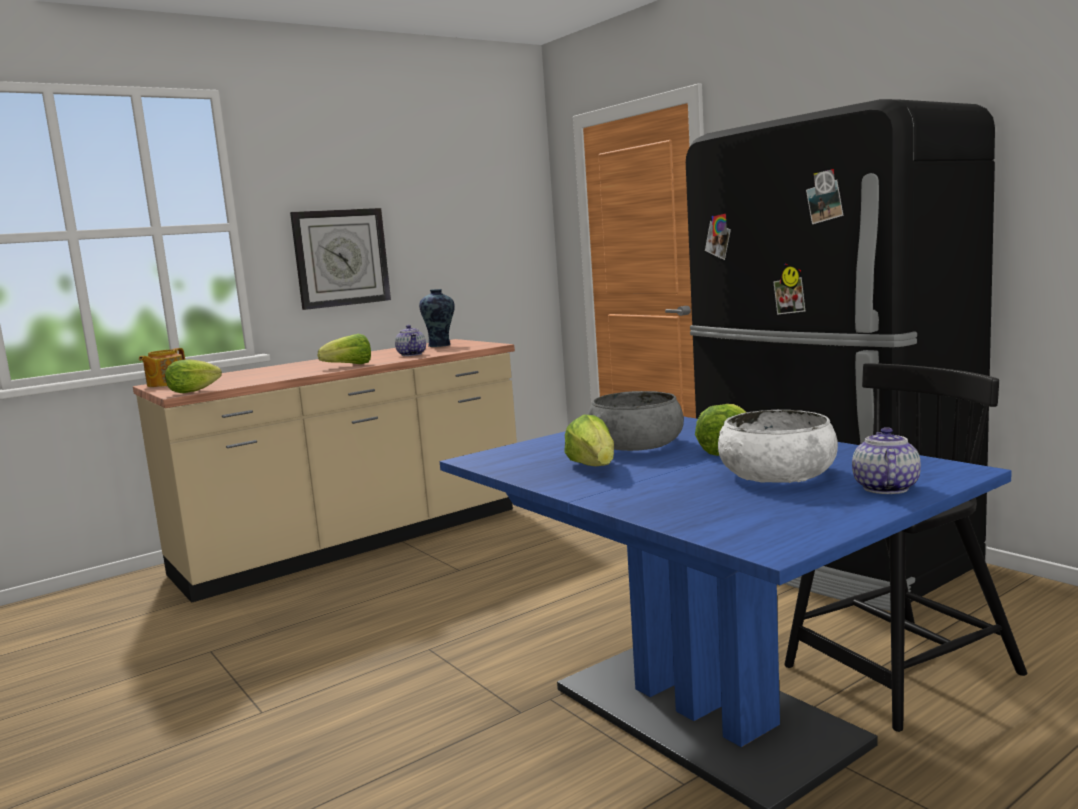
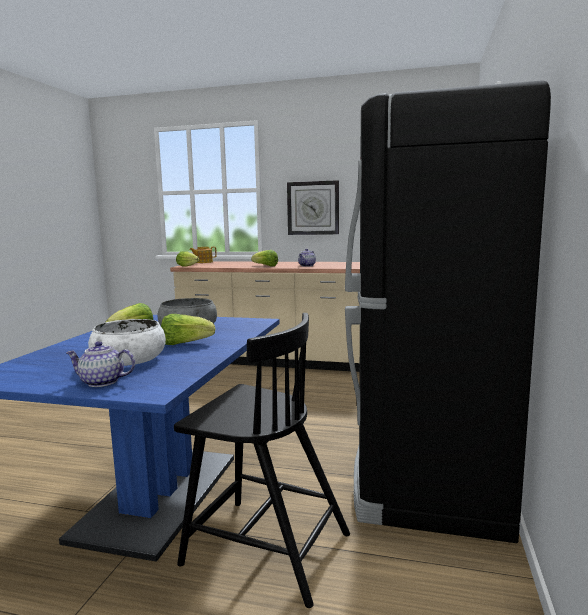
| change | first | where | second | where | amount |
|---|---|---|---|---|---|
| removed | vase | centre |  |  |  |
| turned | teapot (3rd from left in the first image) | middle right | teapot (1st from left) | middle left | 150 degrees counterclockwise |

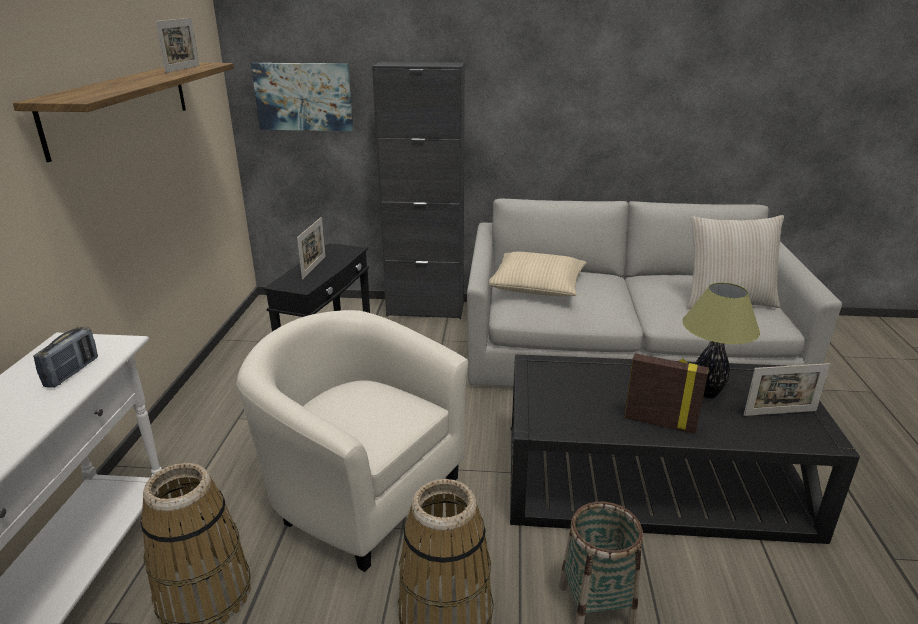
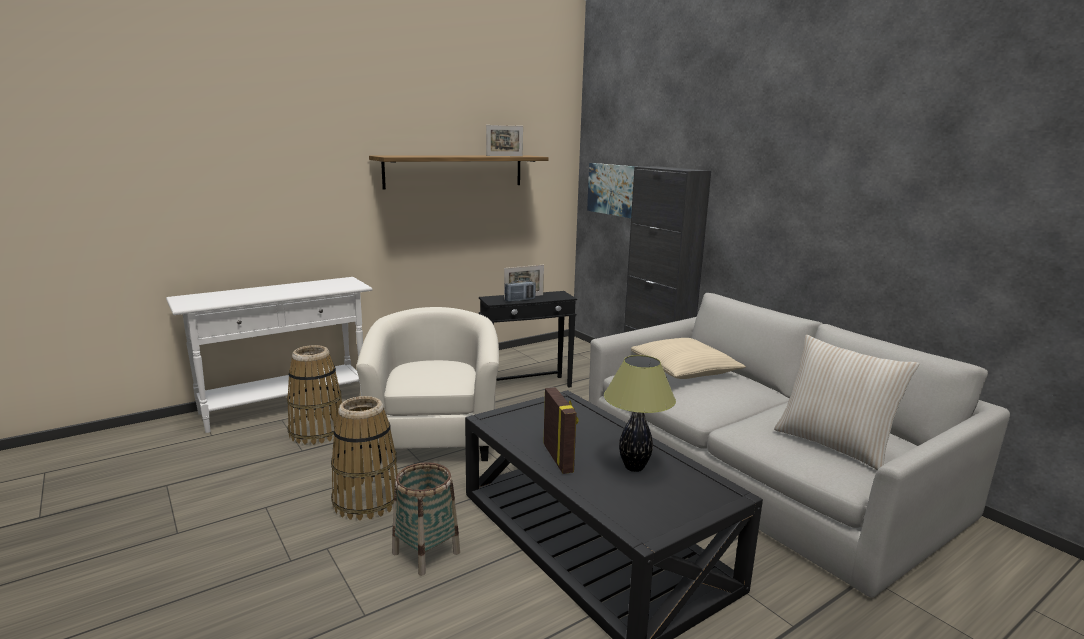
| change | first | where | second | where | amount |
|---|---|---|---|---|---|
| moved | radio set | middle left |  | centre |  |
| removed | picture frame (4th from left) | middle right |  |  |  |

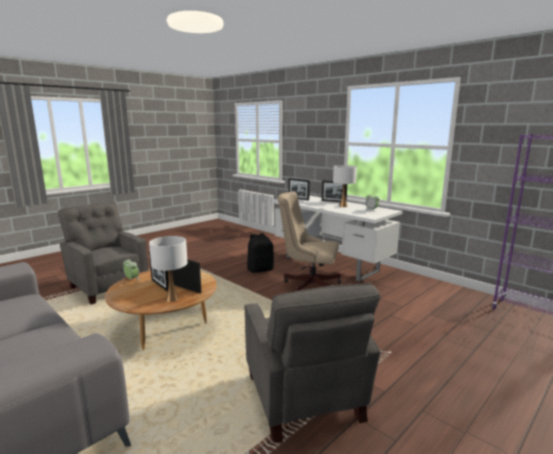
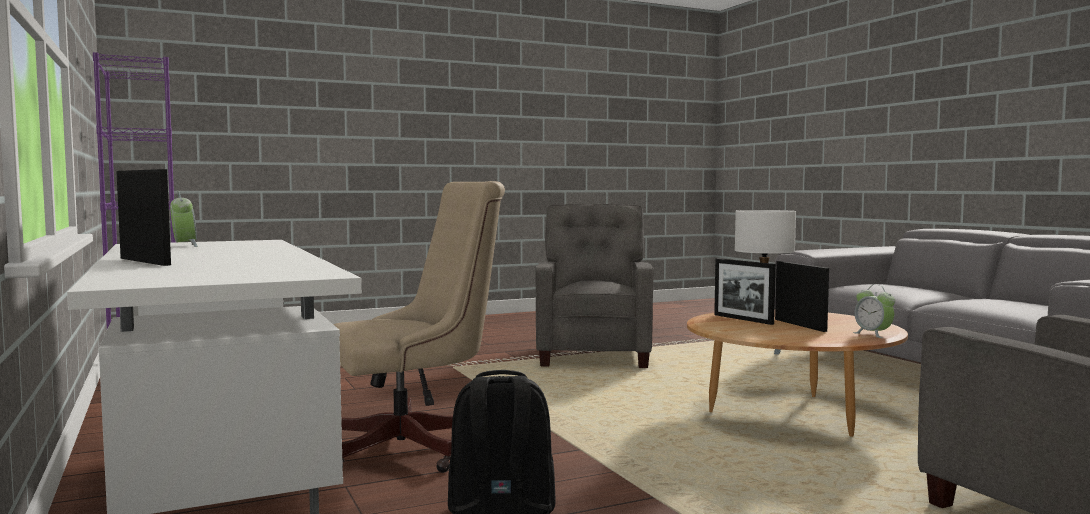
| change | first | where | second | where | amount |
|---|---|---|---|---|---|
| removed | white lamp for a table (2nd from left) | centre |  |  |  |
| removed | picture frame (3rd from left) | centre |  |  |  |
| turned | beige-coloured computer chair | centre |  | centre | 60 degrees counterclockwise |

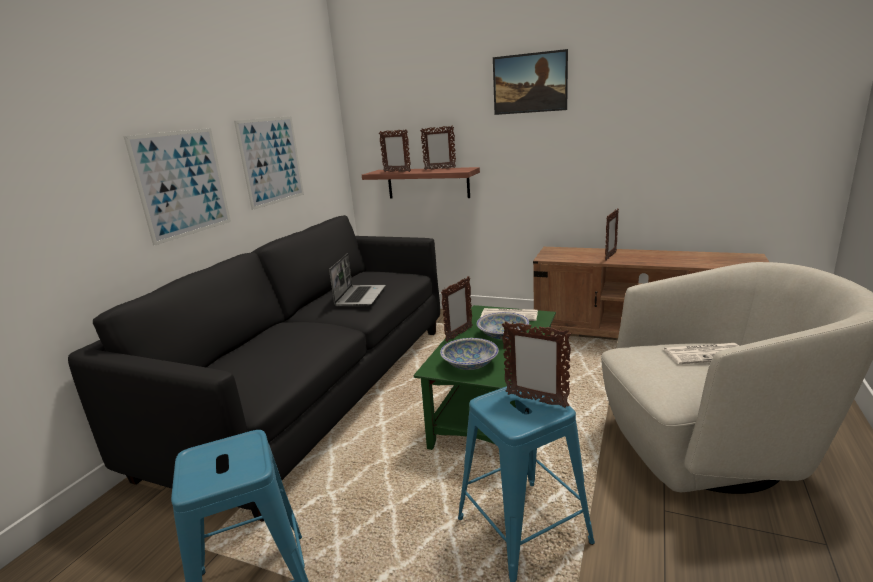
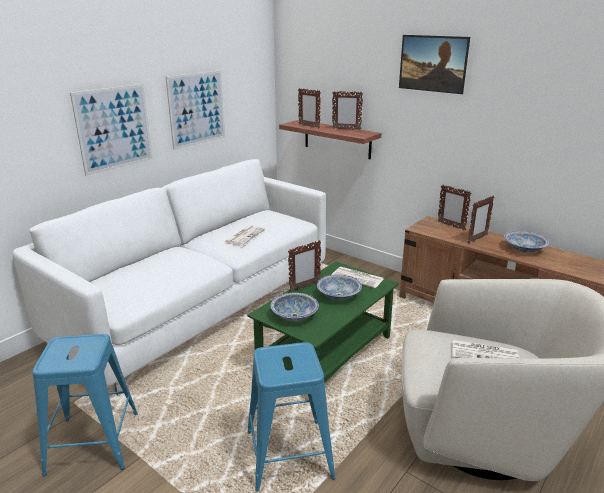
| change | first | where | second | where | amount |
|---|---|---|---|---|---|
| recoloured | black-coloured sofa | middle left | white sofa | middle left |  |
| replaced | portable computer | centre | newspaper (1st from left) | centre |  |
| moved | picture frame (4th from left) | centre |  | middle right |  |
| added |  |  | bowl (3rd from left) | middle right |  |

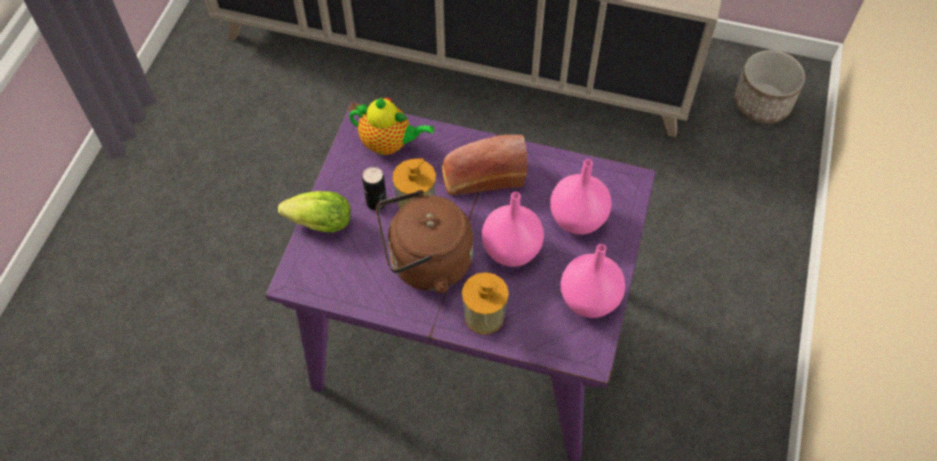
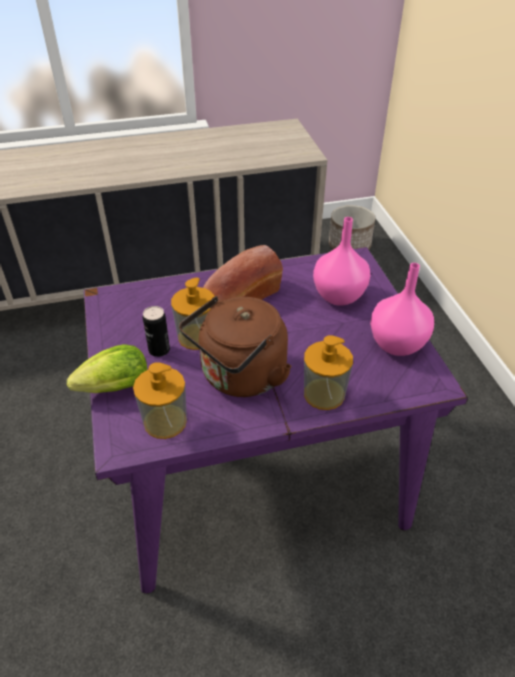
| change | first | where | second | where | amount |
|---|---|---|---|---|---|
| removed | teapot | top centre |  |  |  |
| removed | pink-coloured vase (1st from left) | centre |  |  |  |
| added |  |  | liquid soap bottle (1st from left) | middle left |  |

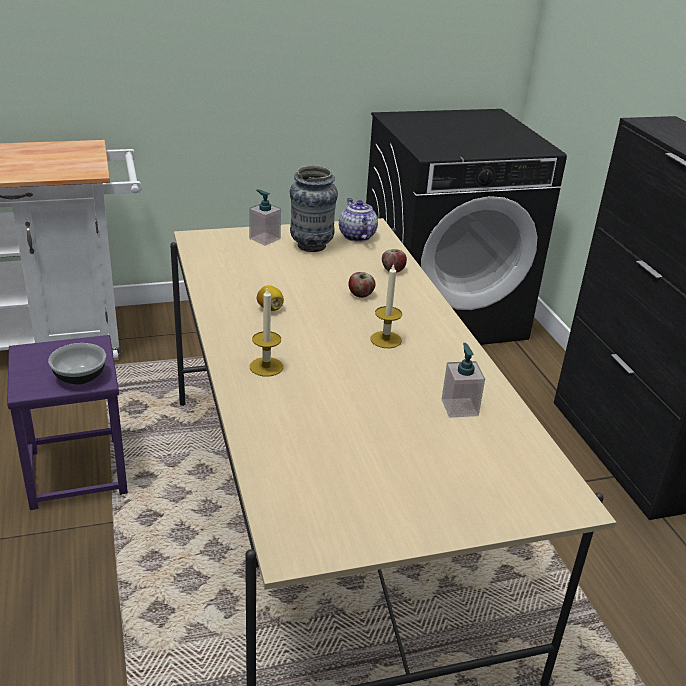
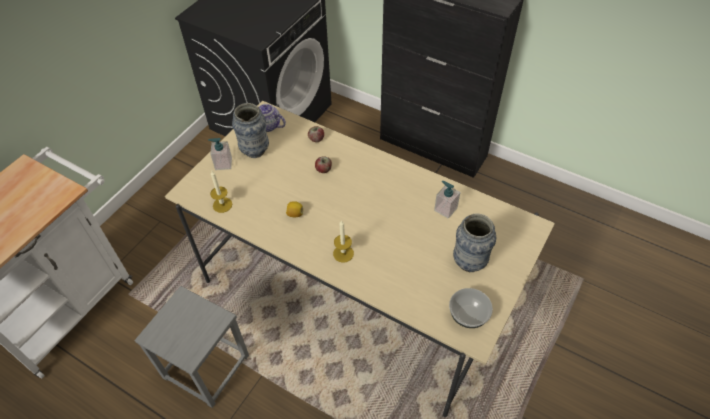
| change | first | where | second | where | amount |
|---|---|---|---|---|---|
| moved | candle (2nd from left in the first image) | centre | candle (1st from left) | middle left |  |
| recoloured | purple sitting stool | middle left | grey sitting stool | bottom left |  |
| moved | bowl | middle left |  | bottom centre |  |
| added |  |  | vase (2nd from left) | middle right |  |

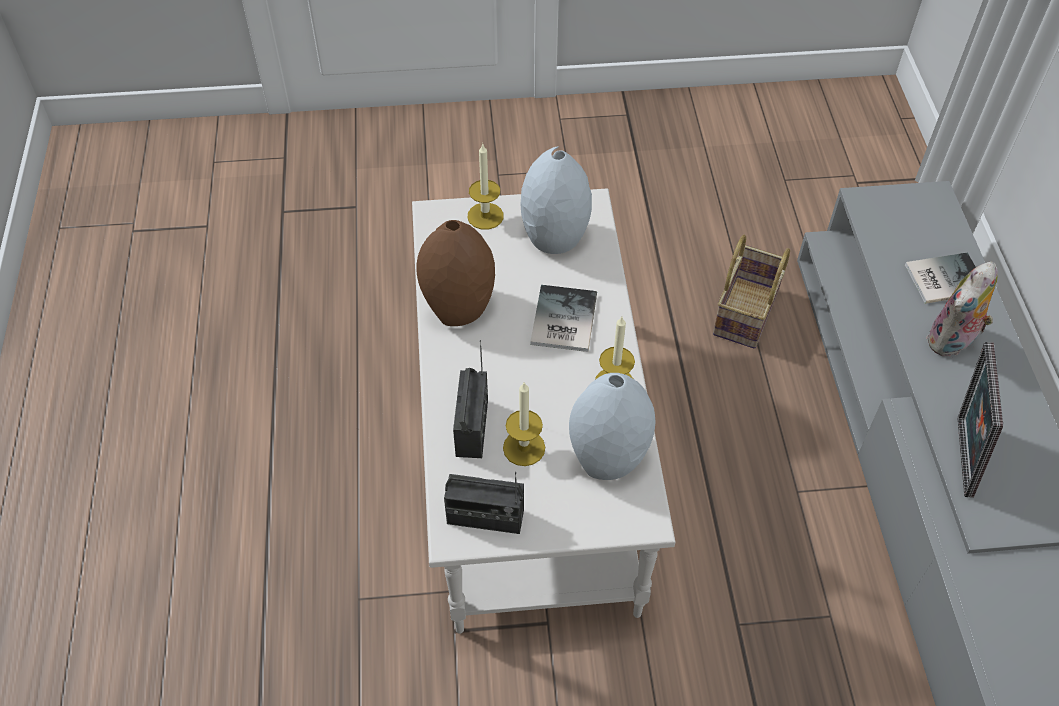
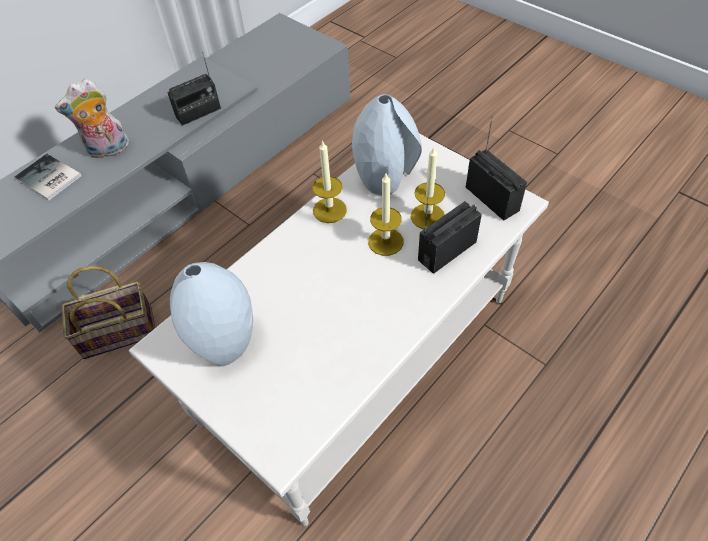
| change | first | where | second | where | amount |
|---|---|---|---|---|---|
| moved | candle (1st from left in the first image) | top centre | candle (2nd from left) | centre |  |
| removed | brown-coloured vase | centre |  |  |  |
| turned | plush toy | middle right |  | top left | 150 degrees clockwise |
| removed | bound book (1st from left) | centre |  |  |  |
| replaced | picture frame | middle right | radio set (1st from left) | top left |  |

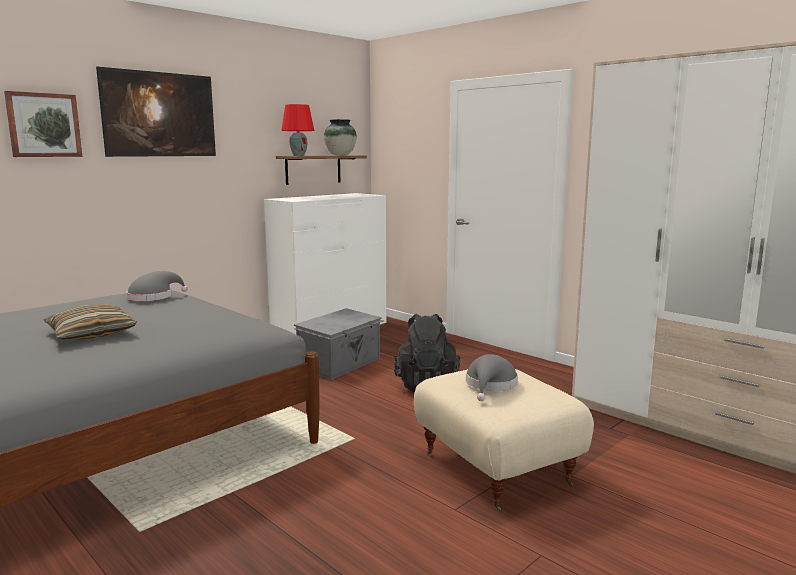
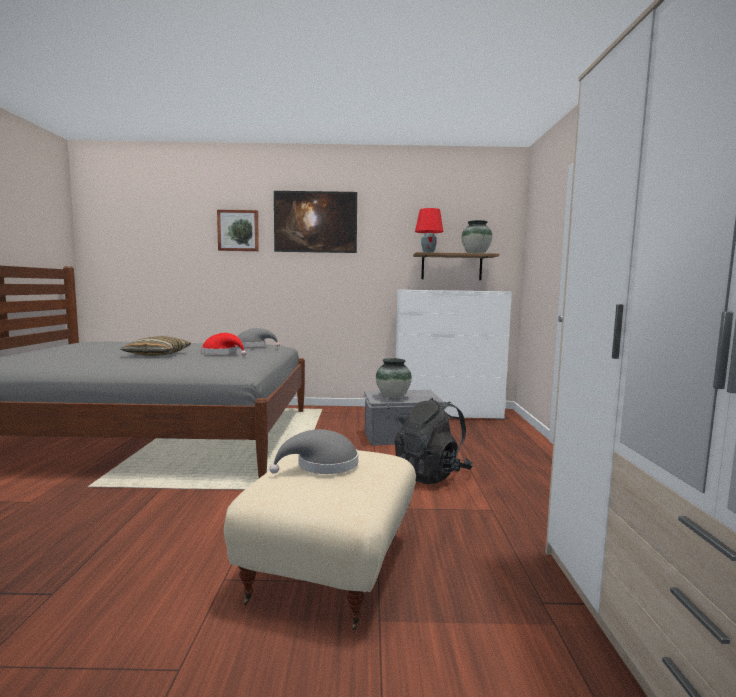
| change | first | where | second | where | amount |
|---|---|---|---|---|---|
| added |  |  | red hat | middle left |  |
| added |  |  | vase (1st from left) | centre |  |

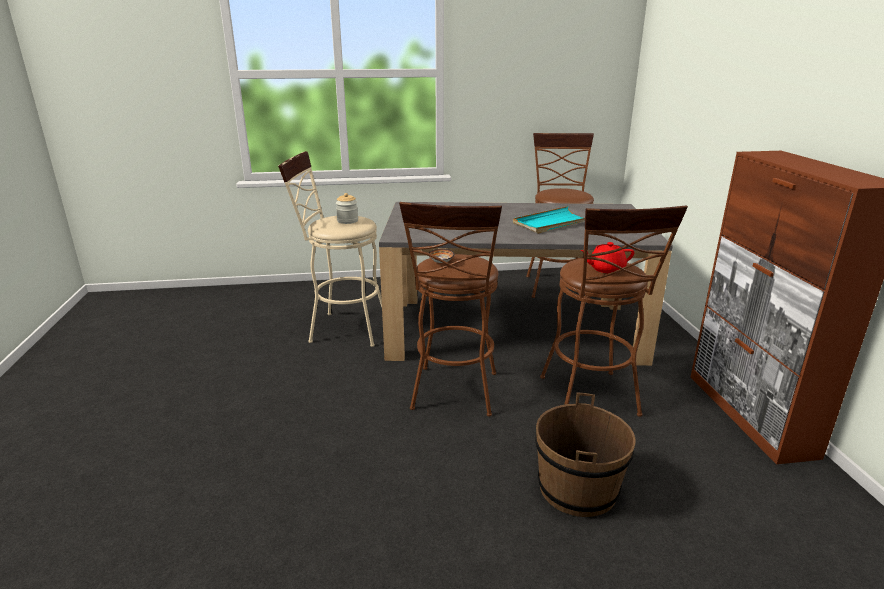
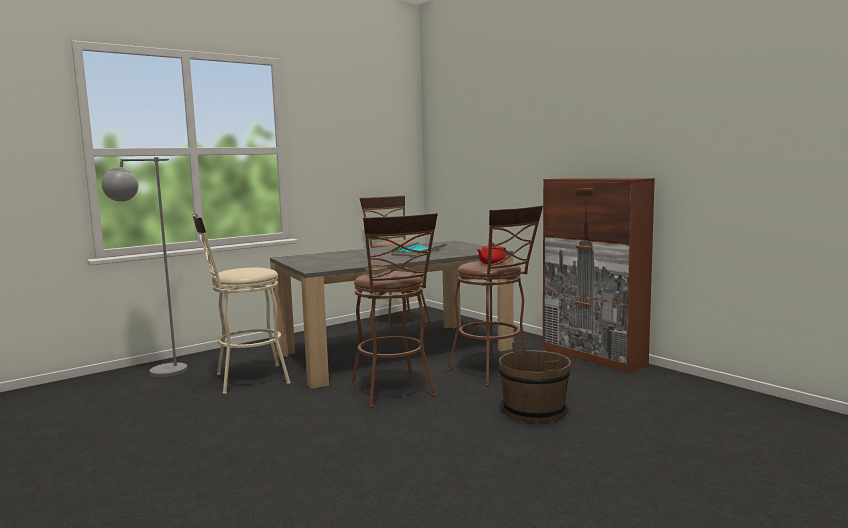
| change | first | where | second | where | amount |
|---|---|---|---|---|---|
| removed | jar | centre |  |  |  |
| added |  |  | grey standing lamp | middle left |  |

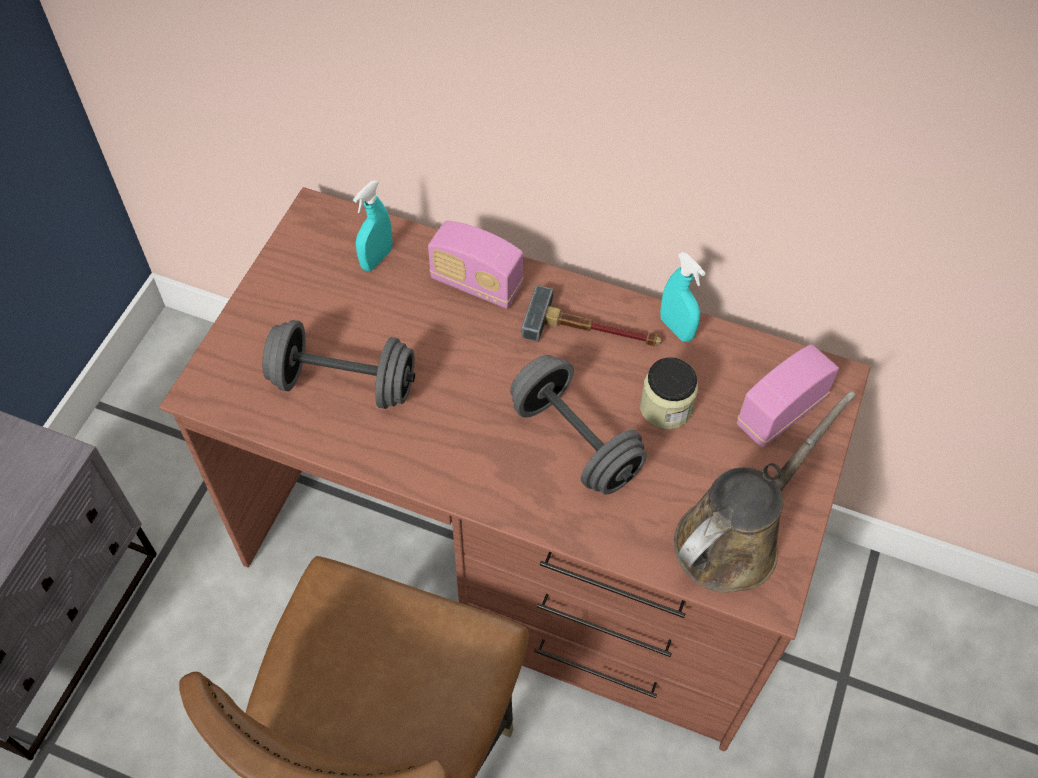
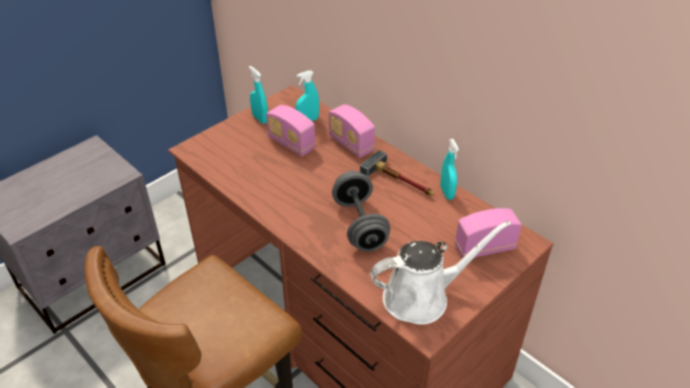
| change | first | where | second | where | amount |
|---|---|---|---|---|---|
| removed | grey dumbbell (1st from left) | middle left |  |  |  |
| removed | jar | centre |  |  |  |
| recoloured | brown-coloured sprinkling can | middle right | white sprinkling can | bottom centre |  |
| added |  |  | blue-green sprayer (1st from left) | top centre |  |
| added |  |  | radio set (1st from left) | centre |  |

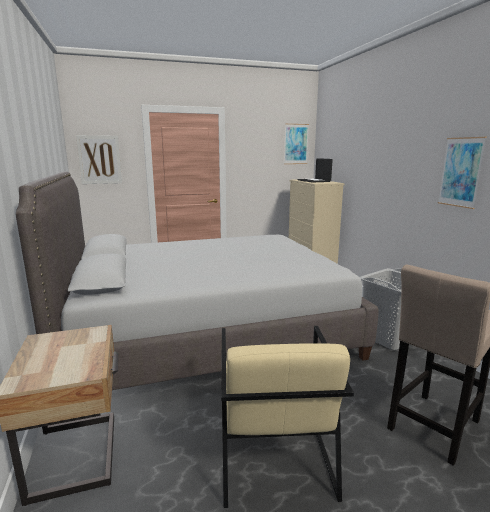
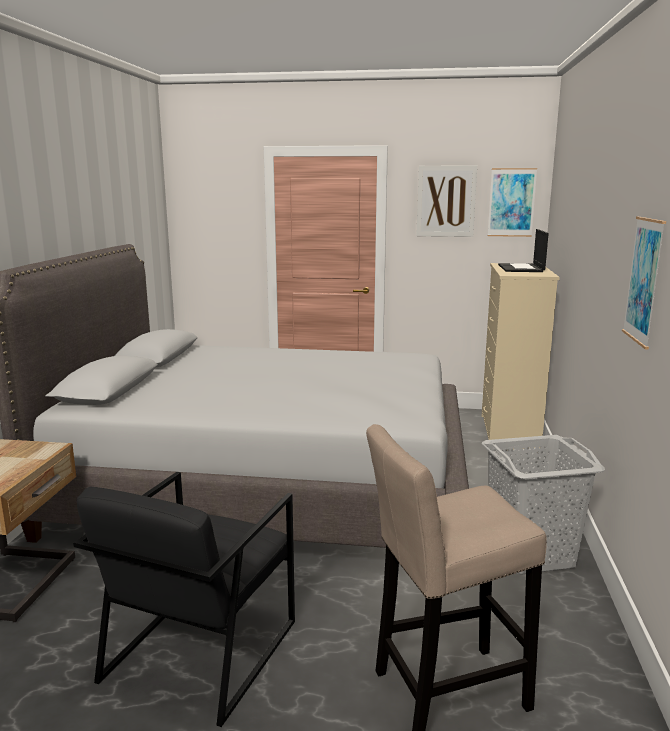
| change | first | where | second | where | amount |
|---|---|---|---|---|---|
| moved | wall picture (1st from left) | top left |  | top centre |  |
| recoloured | beige-coloured lounge chair | bottom centre | black-coloured lounge chair | bottom left |  |

